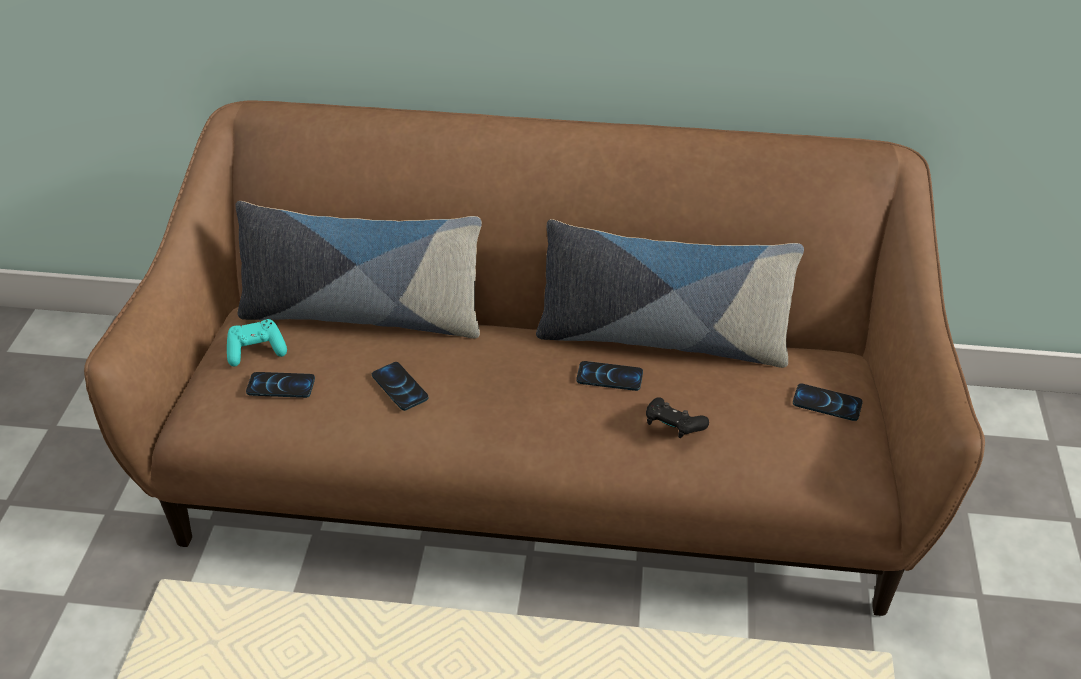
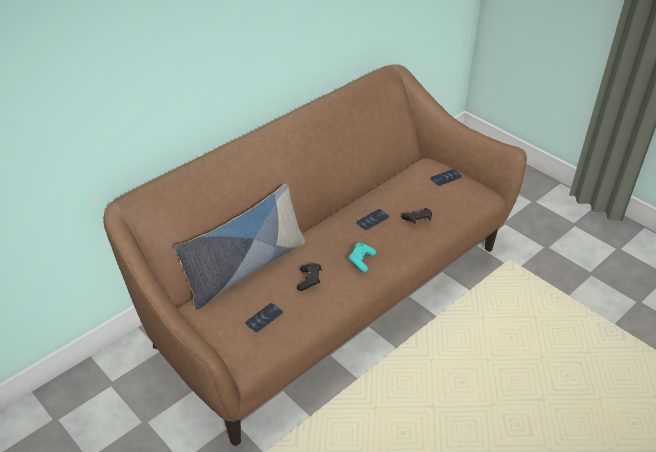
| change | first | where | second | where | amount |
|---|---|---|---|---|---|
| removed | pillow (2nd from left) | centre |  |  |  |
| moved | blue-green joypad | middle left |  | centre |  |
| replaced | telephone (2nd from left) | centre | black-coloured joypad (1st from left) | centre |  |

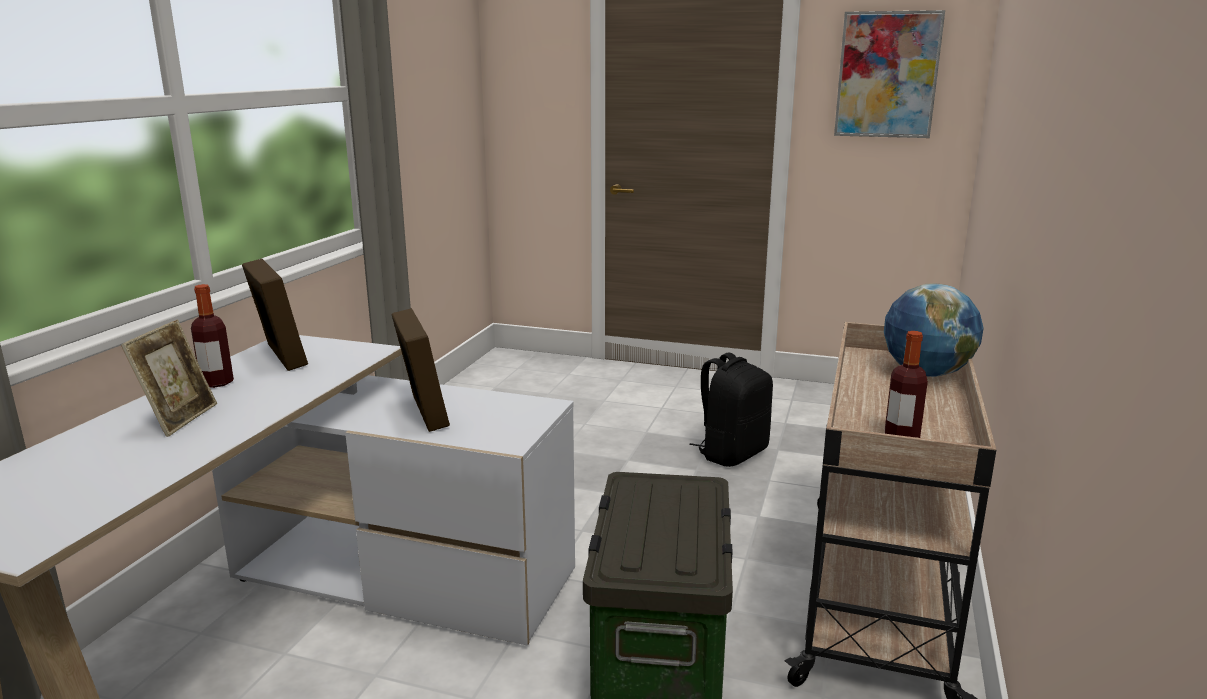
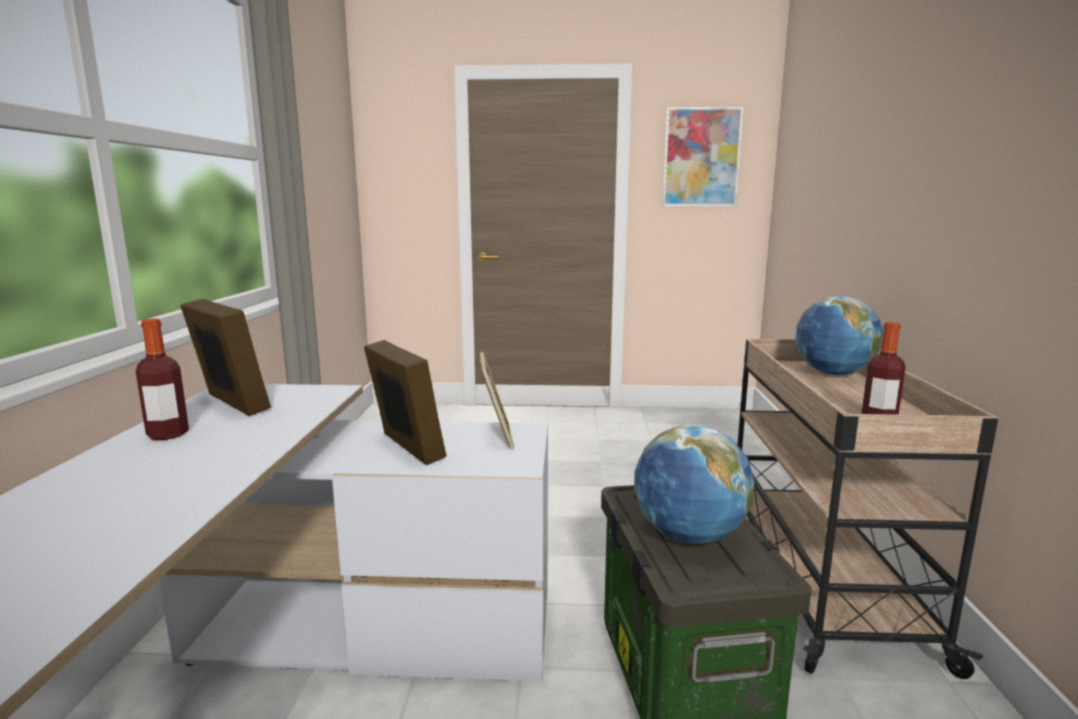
| change | first | where | second | where | amount |
|---|---|---|---|---|---|
| moved | picture frame (1st from left in the first image) | middle left | picture frame (3rd from left) | centre |  |
| removed | black-coloured rucksack | centre |  |  |  |
| added |  |  | globe (1st from left) | bottom centre |  |

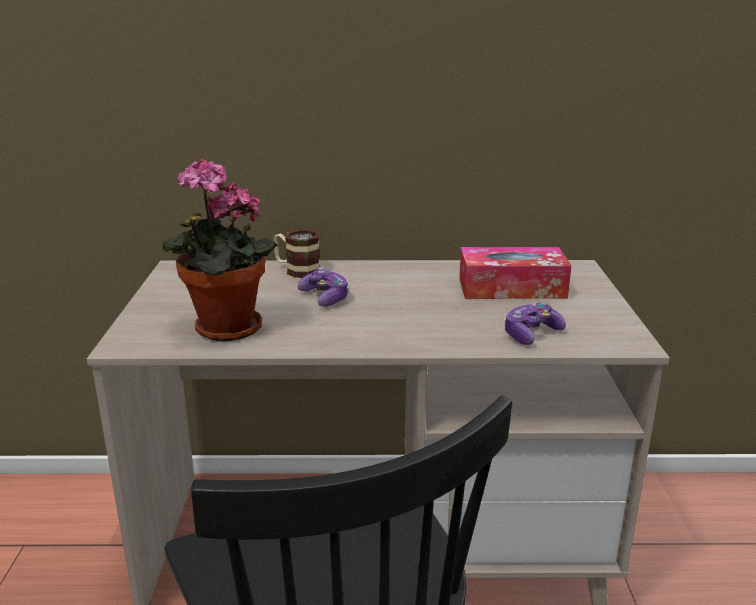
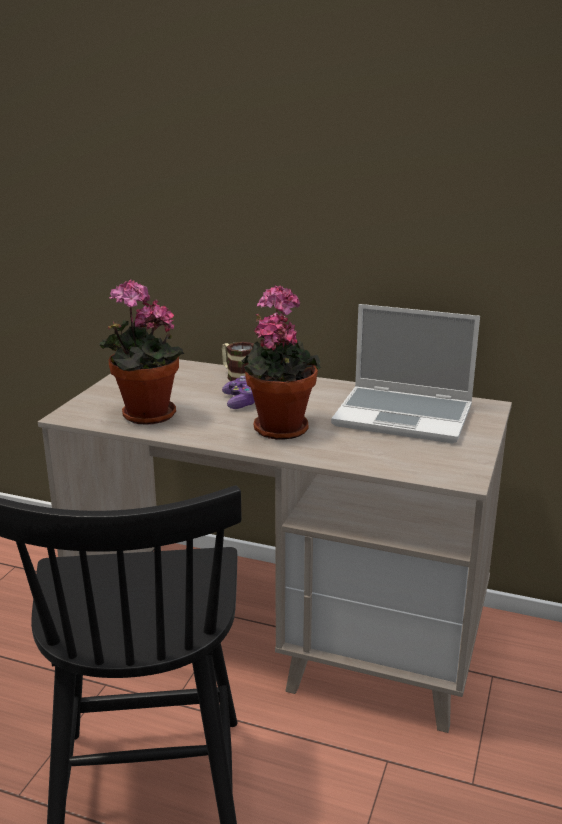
| change | first | where | second | where | amount |
|---|---|---|---|---|---|
| replaced | tissue box | middle right | portable computer | middle right |  |
| removed | joypad (2nd from left) | middle right |  |  |  |
| added |  |  | potted plant (2nd from left) | centre |  |

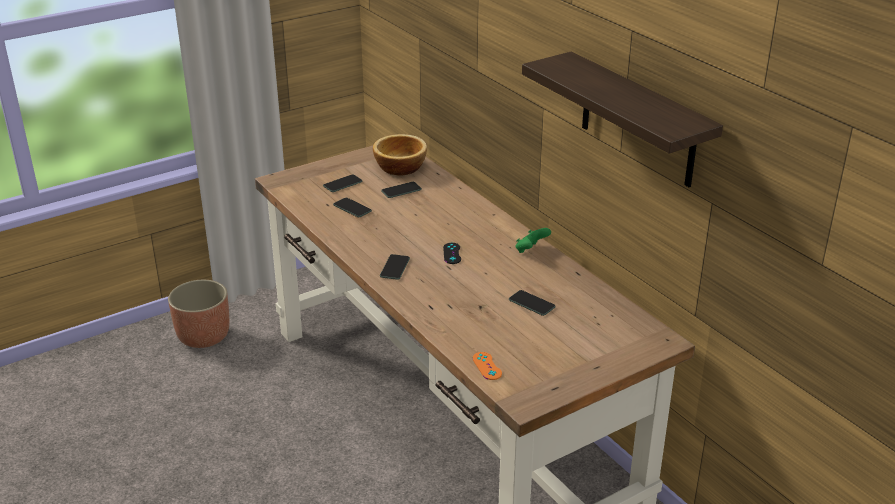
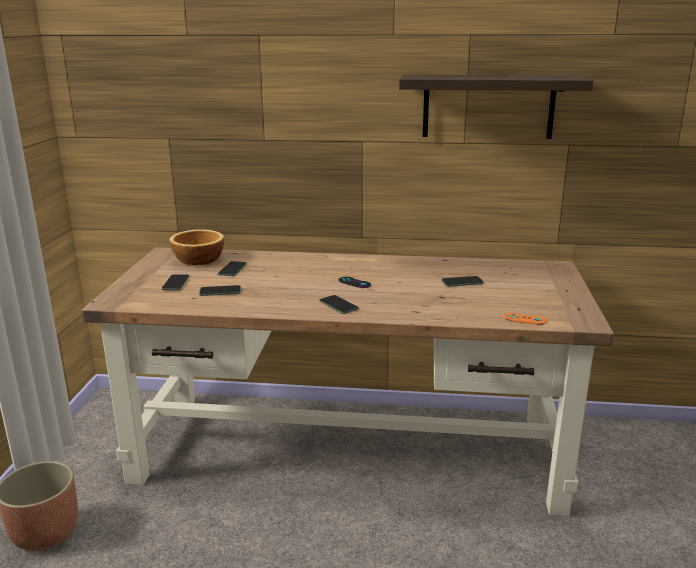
| change | first | where | second | where | amount |
|---|---|---|---|---|---|
| removed | green-coloured joypad | centre |  |  |  |

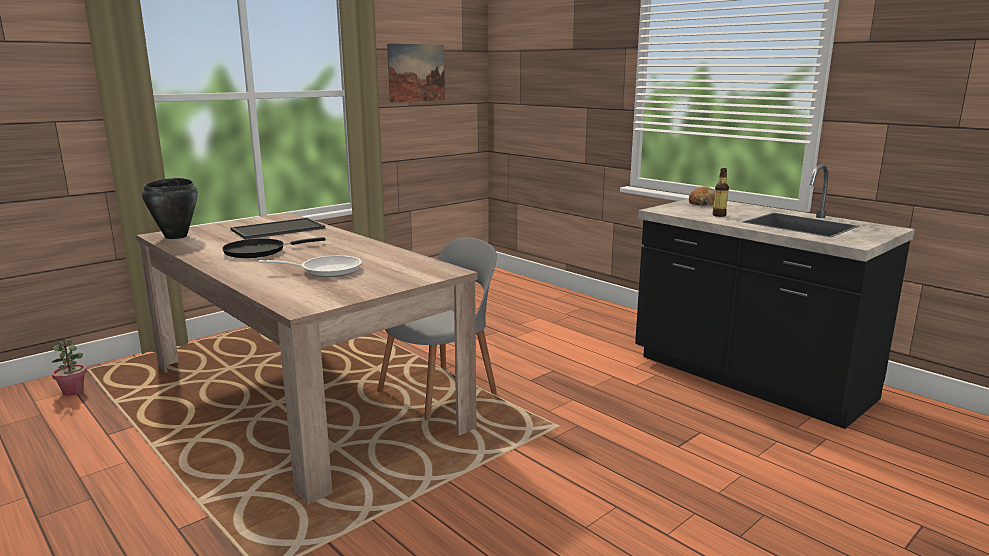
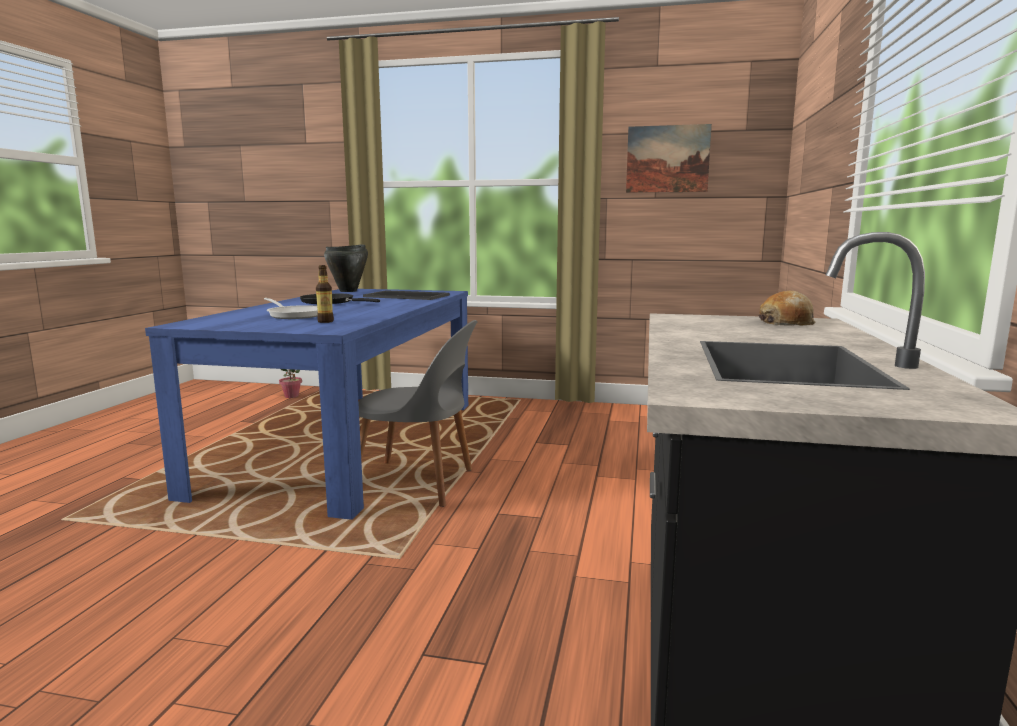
| change | first | where | second | where | amount |
|---|---|---|---|---|---|
| moved | drink bottle | middle right |  | middle left |  |
| recoloured | beige-coloured dinner table | middle left | bluish dinner table | middle left |  |

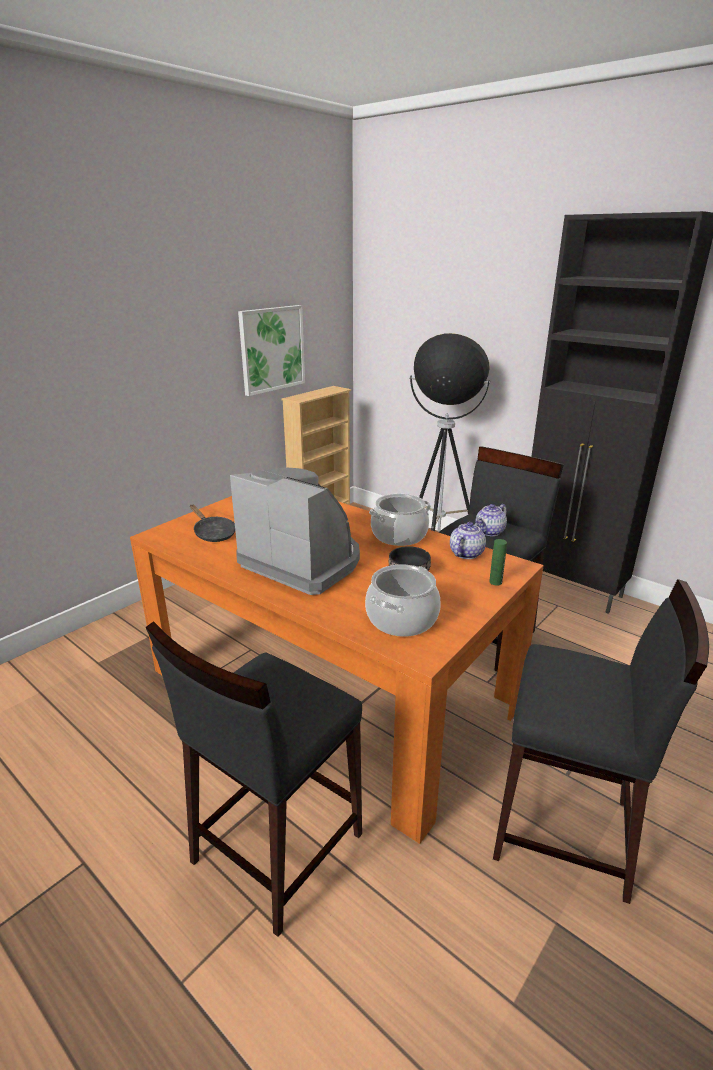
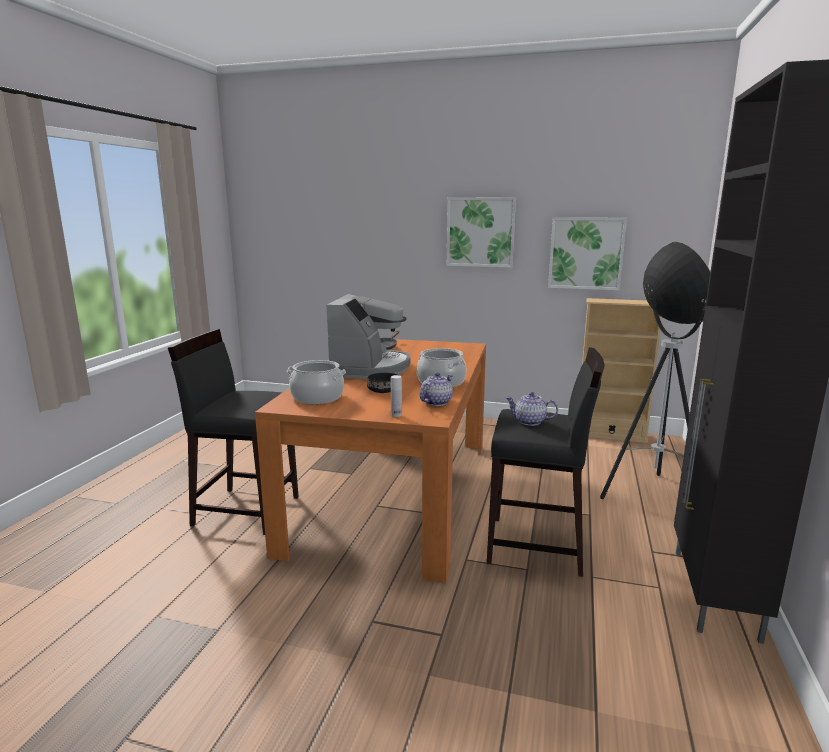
| change | first | where | second | where | amount |
|---|---|---|---|---|---|
| turned | teapot (1st from left) | centre |  | centre | 60 degrees counterclockwise |
| recoloured | green-coloured drink bottle | middle right | white drink bottle | centre |  |
| removed | black-coloured sitting stool (3rd from left) | bottom right |  |  |  |
| added |  |  | wall picture (1st from left) | top centre |  |

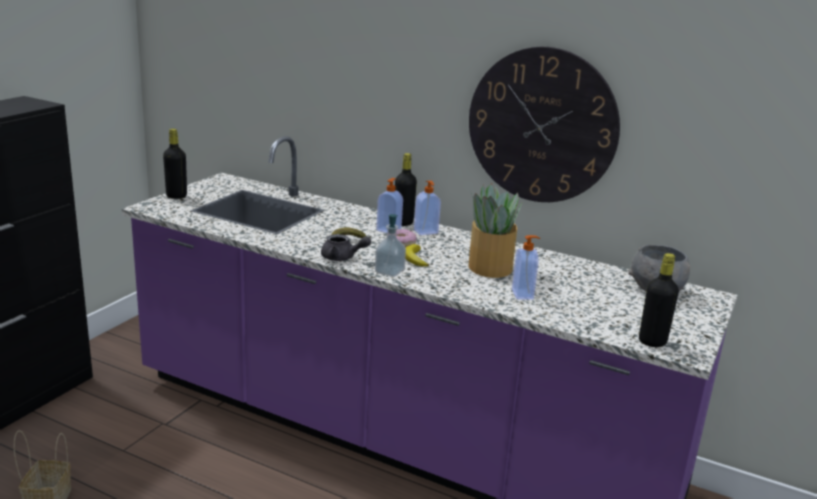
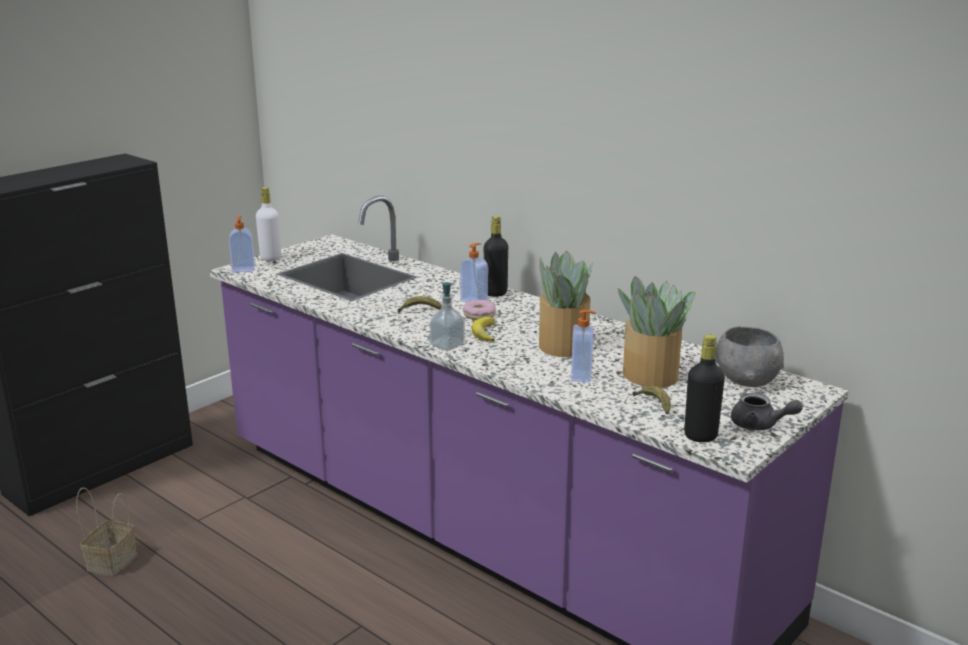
| change | first | where | second | where | amount |
|---|---|---|---|---|---|
| removed | wall clock | top centre |  |  |  |
| recoloured | black-coloured drink bottle (1st from left) | top left | white drink bottle | middle left |  |
| moved | liquid soap bottle (3rd from left in the first image) | centre | liquid soap bottle (1st from left) | middle left |  |
| moved | grey teapot | centre |  | middle right |  |
| added |  |  | potted plant (2nd from left) | middle right |  |
| added |  |  | whole banana (3rd from left) | middle right |  |

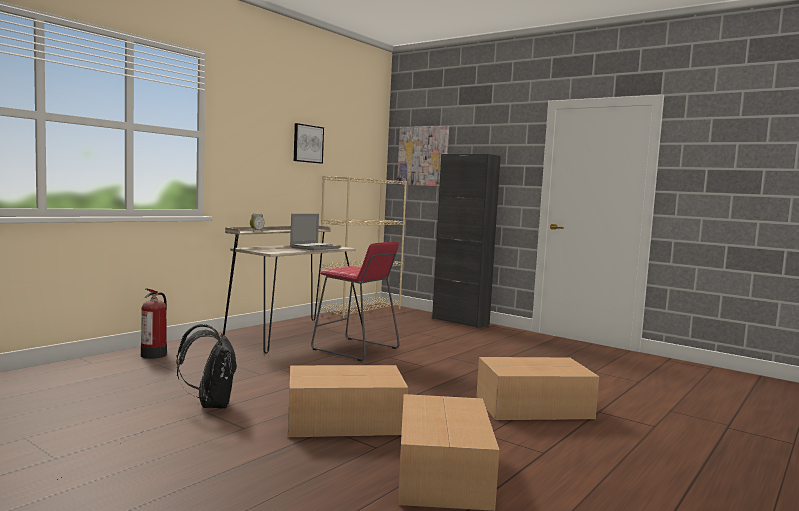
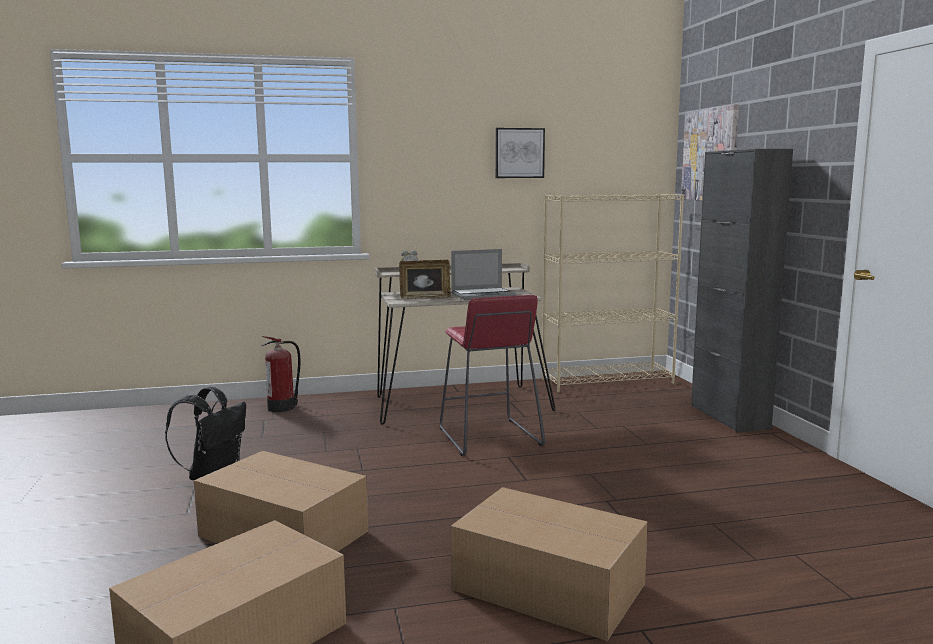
| change | first | where | second | where | amount |
|---|---|---|---|---|---|
| added |  |  | picture frame | centre |  |

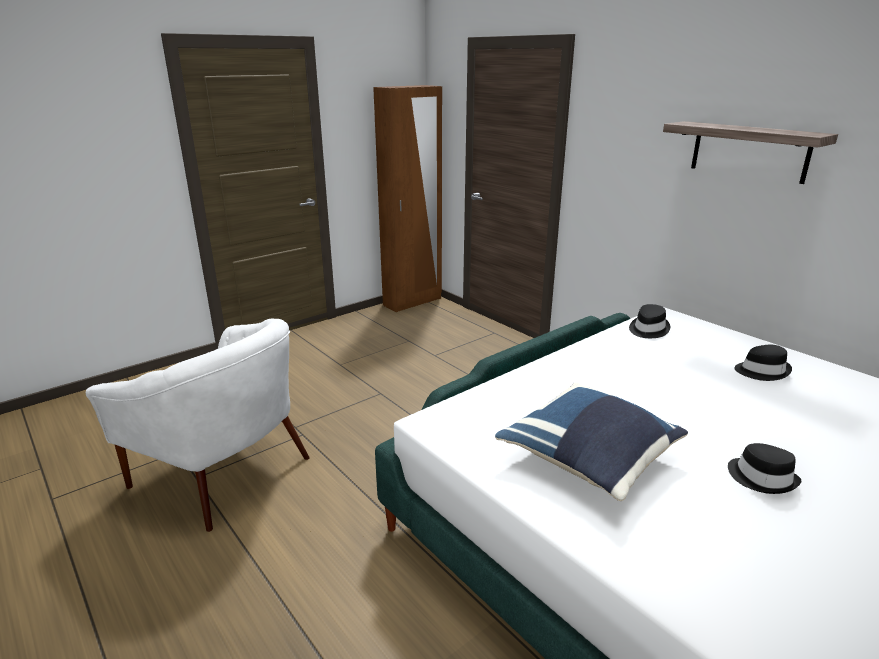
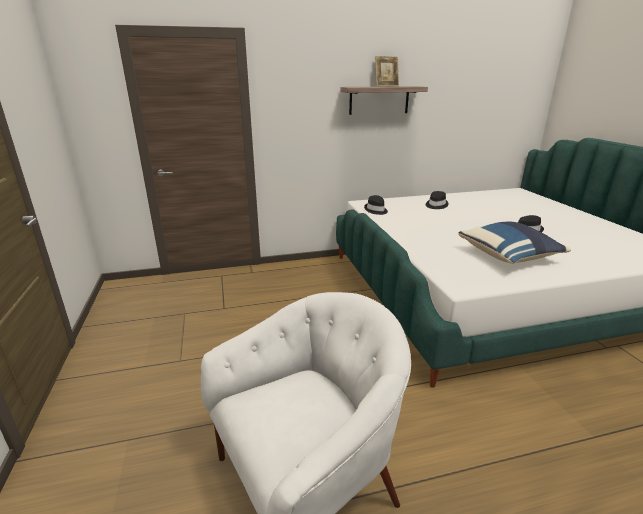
| change | first | where | second | where | amount |
|---|---|---|---|---|---|
| removed | brown-coloured wardrobe | top centre |  |  |  |
| added |  |  | picture frame | top centre |  |

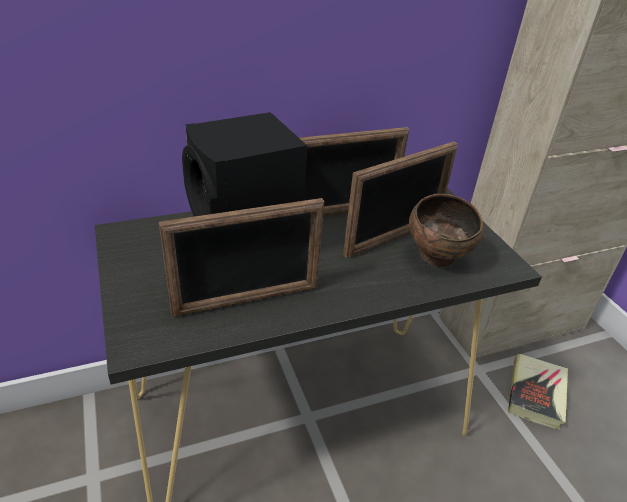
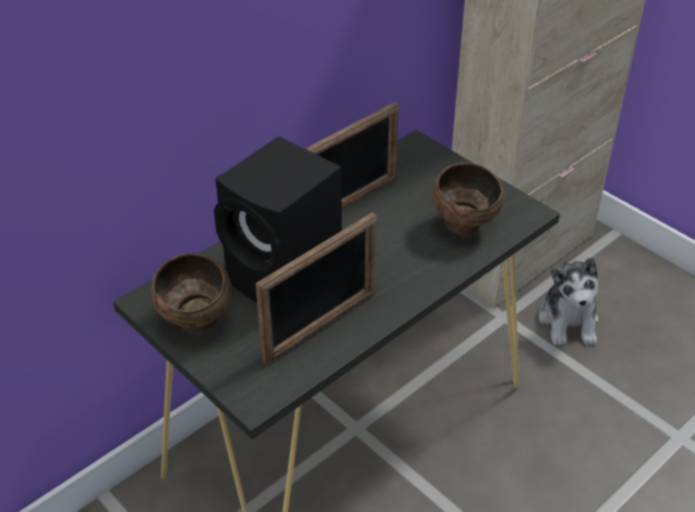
| change | first | where | second | where | amount |
|---|---|---|---|---|---|
| removed | picture frame (3rd from left) | centre |  |  |  |
| replaced | bound book | bottom right | plush toy | middle right |  |
| added |  |  | brown-coloured bowl (1st from left) | middle left |  |

